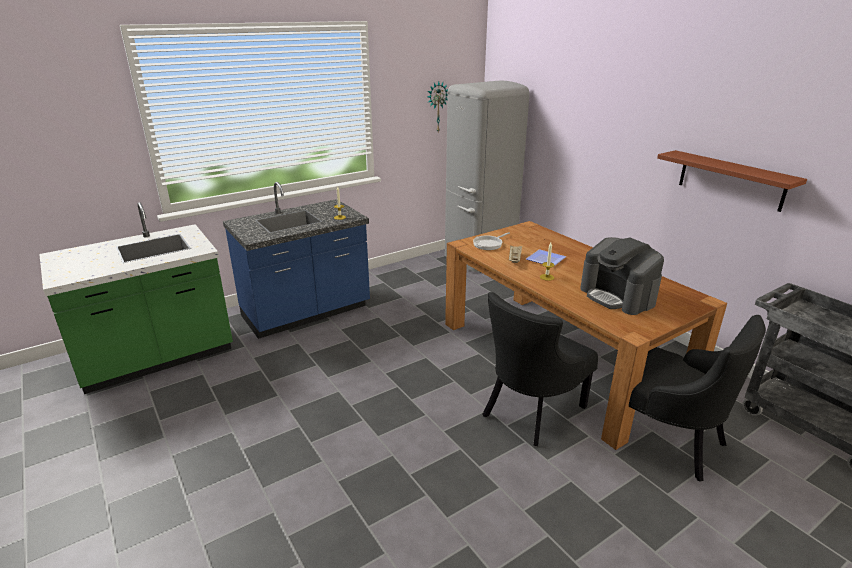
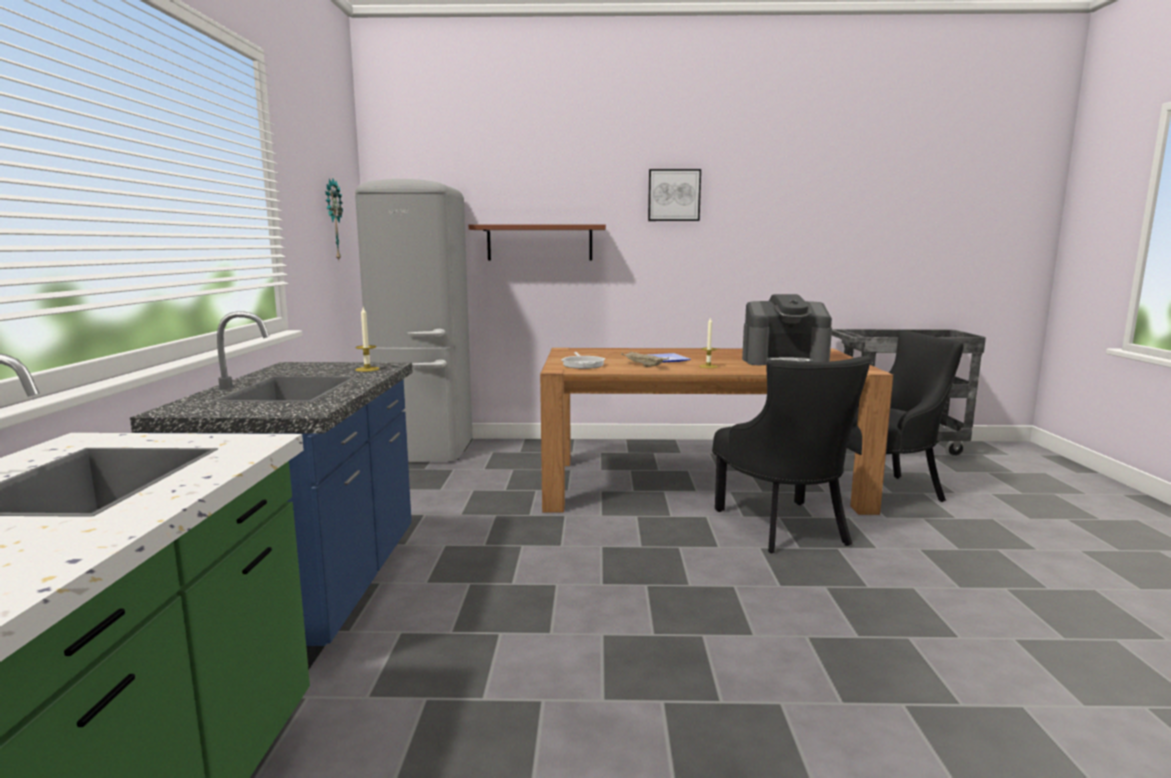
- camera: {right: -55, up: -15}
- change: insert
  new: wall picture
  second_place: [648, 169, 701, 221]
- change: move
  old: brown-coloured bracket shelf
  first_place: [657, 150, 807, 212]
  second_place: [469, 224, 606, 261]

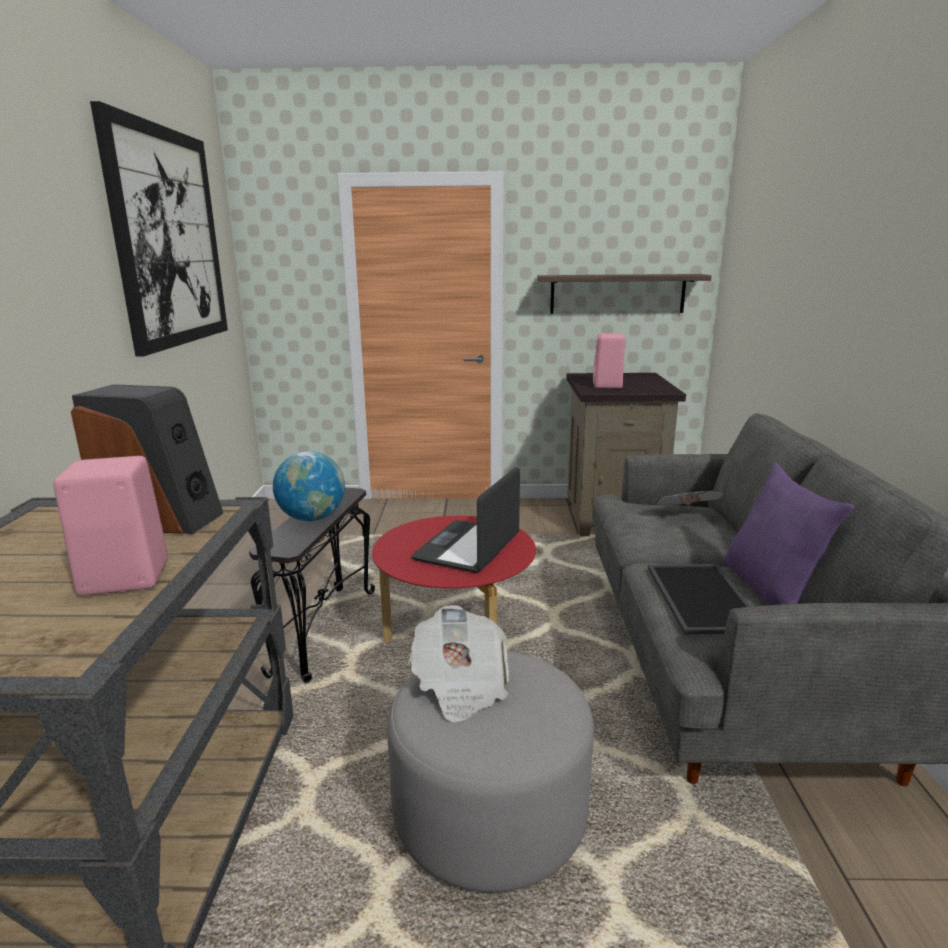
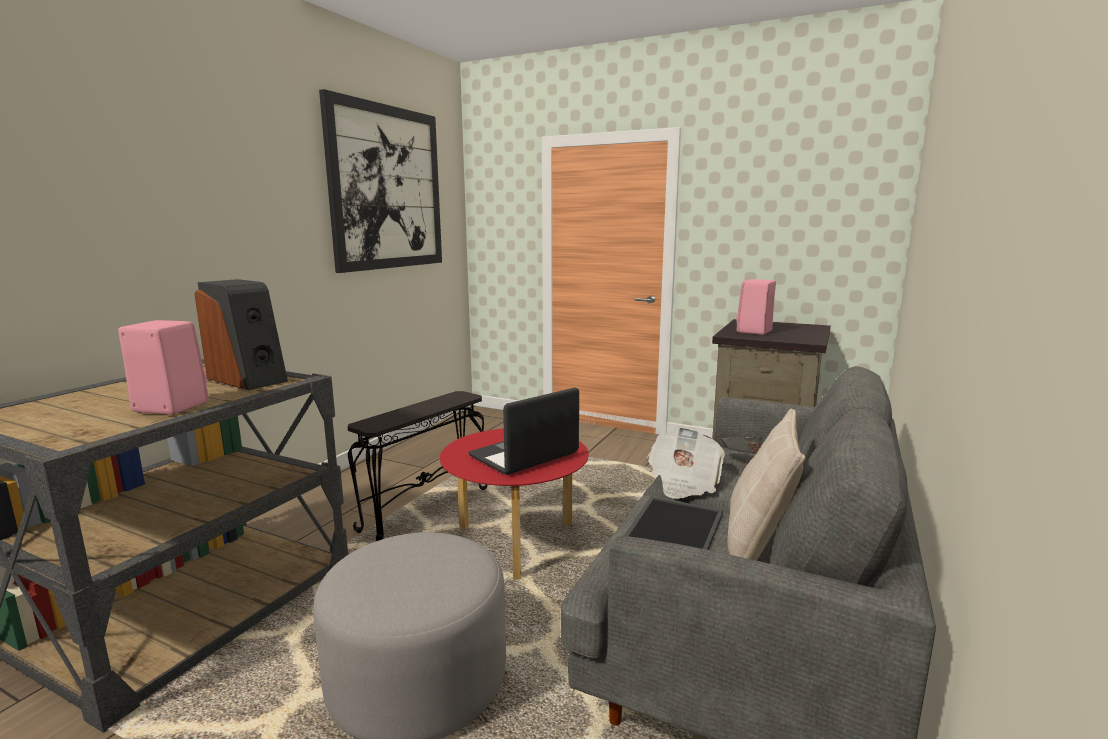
- camera: {right: 25, up: -5}
- change: delete
  old: world globe
  first_place: [273, 451, 345, 521]
- change: delete
  old: bracket shelf
  first_place: [537, 274, 712, 314]
- change: move
  old: printed paper
  first_place: [408, 605, 509, 723]
  second_place: [647, 427, 725, 499]
- change: recolor
  old: purplish pillow
  new: sand-coloured pillow
  first_place: [722, 462, 854, 605]
  second_place: [727, 409, 806, 560]

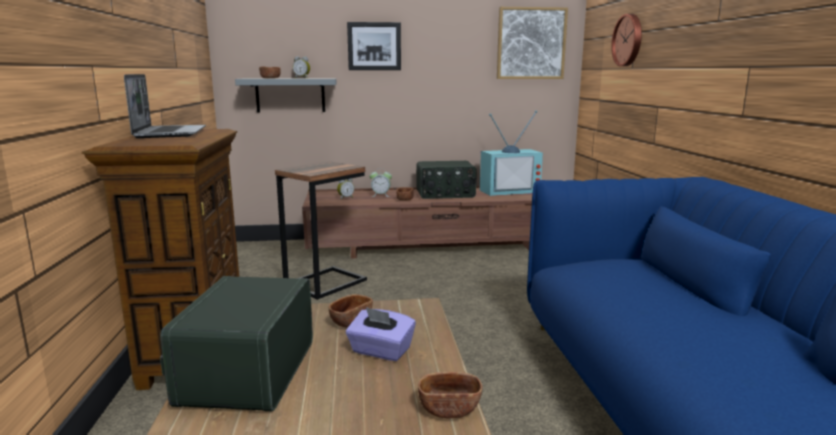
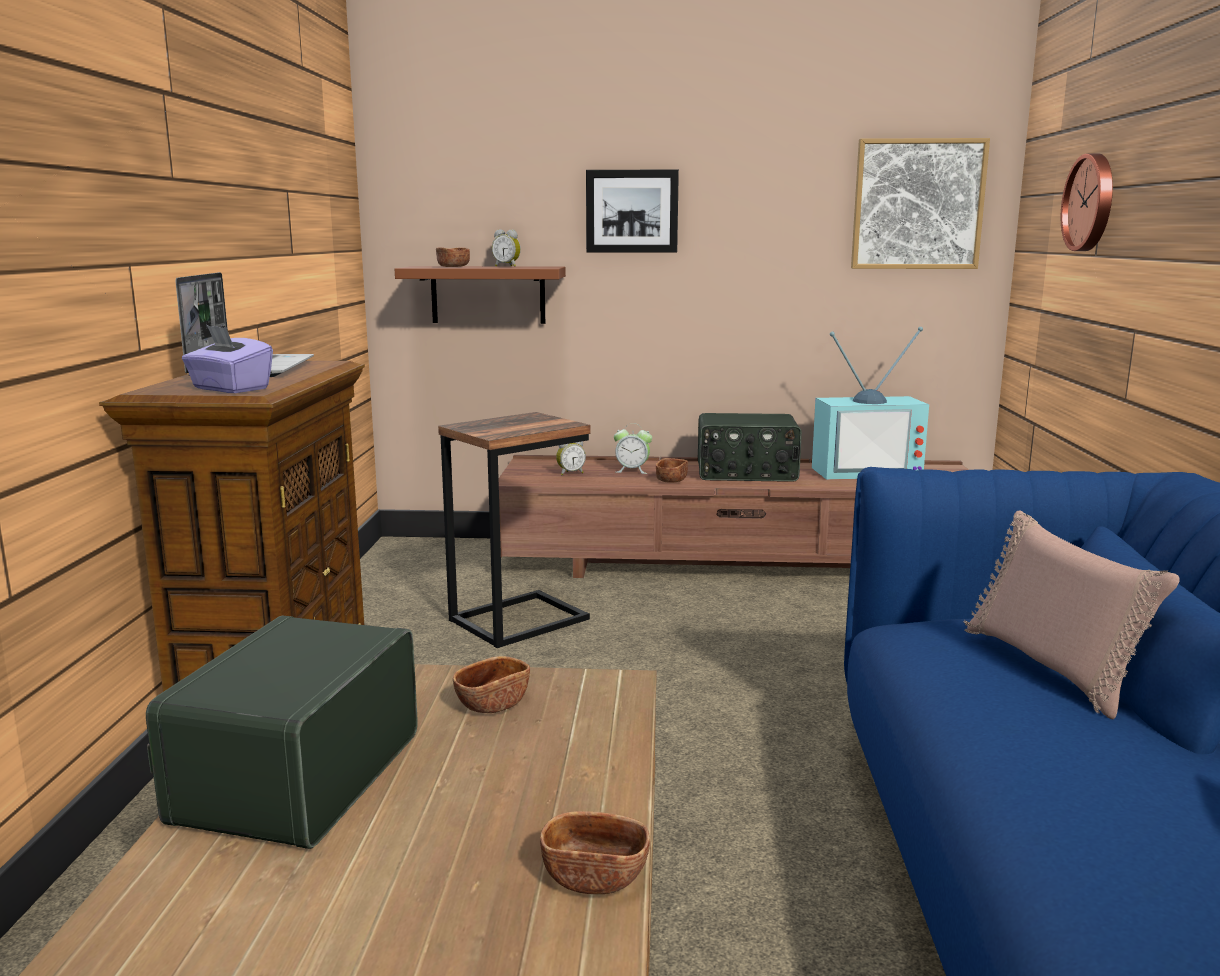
- camera: {right: 10, up: 0}
- change: insert
  new: sand-coloured pillow
  second_place: [964, 510, 1180, 719]
- change: move
  old: purplish tissue holder
  first_place: [346, 307, 416, 361]
  second_place: [182, 325, 273, 393]
- change: recolor
  old: greyish bracket shelf
  new: brown-coloured bracket shelf
  first_place: [235, 78, 337, 113]
  second_place: [395, 266, 566, 324]

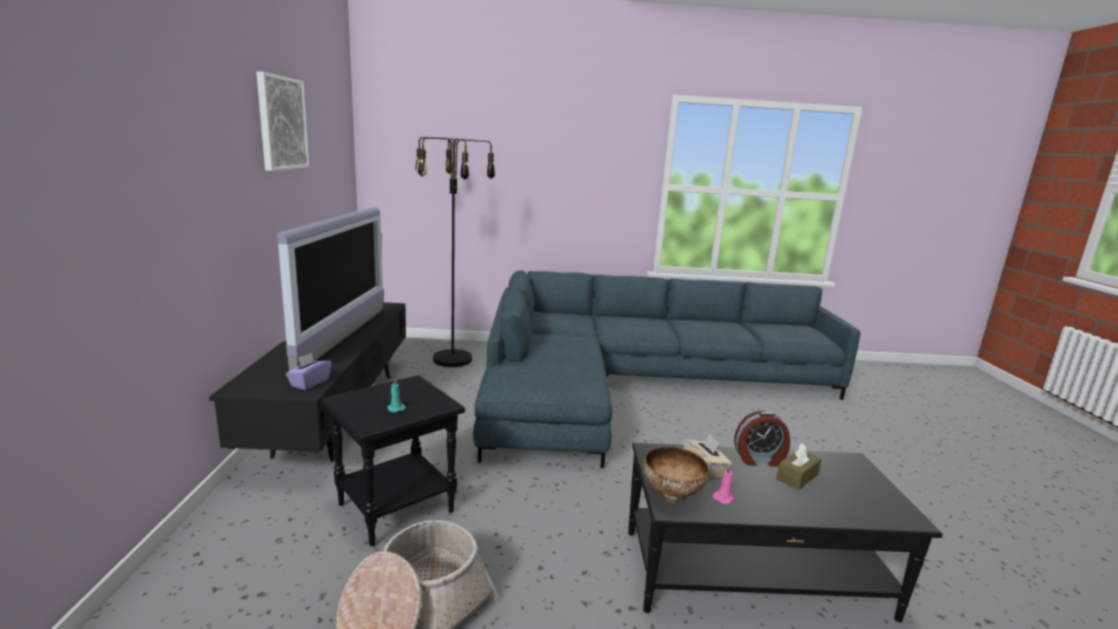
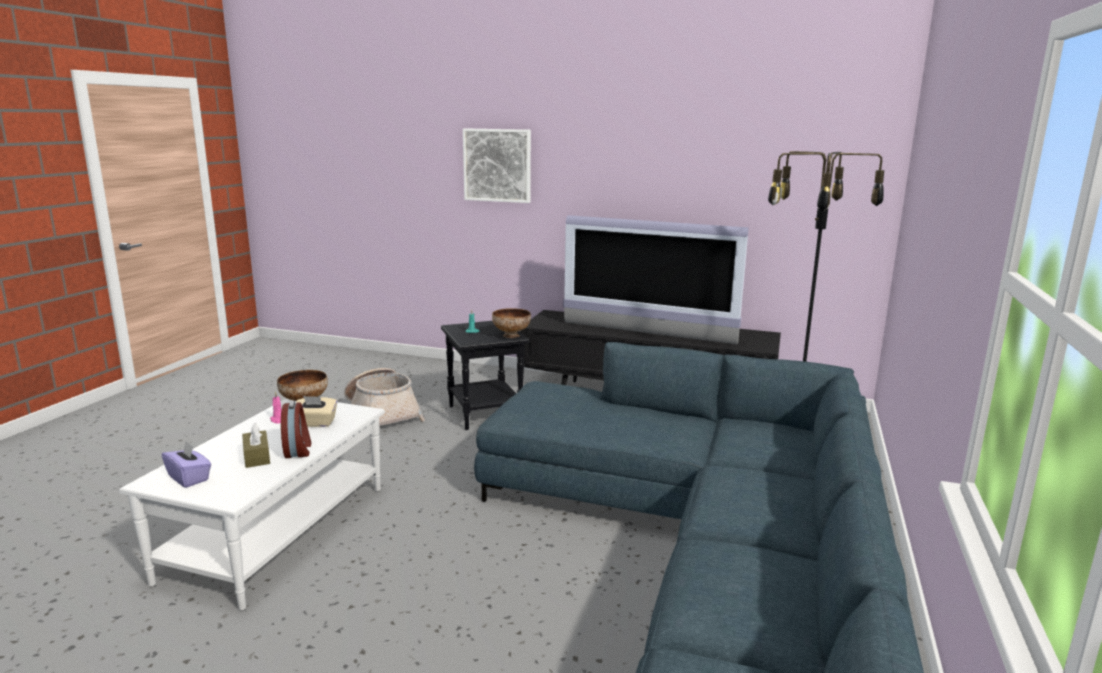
- camera: {right: 110, up: 0}
- change: insert
  new: serving bowl
  second_place: [492, 308, 531, 338]
- change: move
  old: wall picture
  first_place: [256, 71, 309, 171]
  second_place: [463, 128, 531, 203]
- change: move
  old: purplish tissue holder
  first_place: [286, 353, 331, 390]
  second_place: [162, 441, 211, 488]
- change: recolor
  old: black low table
  new: white low table
  first_place: [628, 443, 943, 623]
  second_place: [119, 398, 385, 611]
- change: rotate
  old: table clock
  first_place: [734, 411, 790, 467]
  second_place: [281, 401, 311, 458]
  degrees: 150

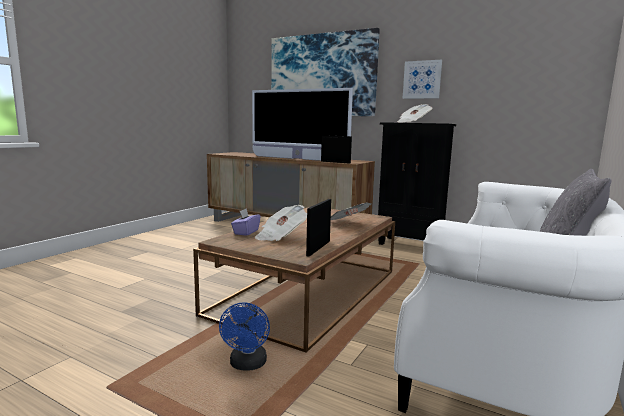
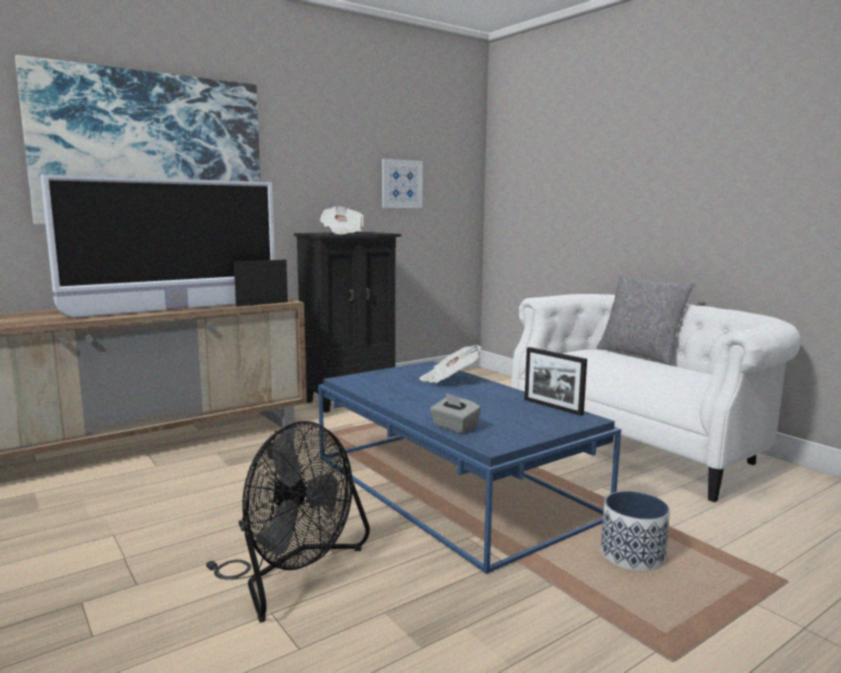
- camera: {right: -65, up: 0}
- change: delete
  old: printed paper
  first_place: [255, 205, 307, 241]
- change: insert
  new: black electric fan
  second_place: [206, 421, 370, 623]
- change: move
  old: wall picture
  first_place: [403, 60, 442, 99]
  second_place: [382, 159, 423, 208]
- change: replace
  old: blue electric fan
  new: flower pot
  first_place: [219, 302, 270, 371]
  second_place: [601, 491, 670, 571]
- change: recolor
  old: brown-coloured low table
  new: blue low table
  first_place: [193, 207, 395, 353]
  second_place: [318, 361, 621, 575]
- change: recolor
  old: purplish tissue holder
  new: greyish tissue holder
  first_place: [231, 208, 261, 236]
  second_place: [430, 392, 481, 434]

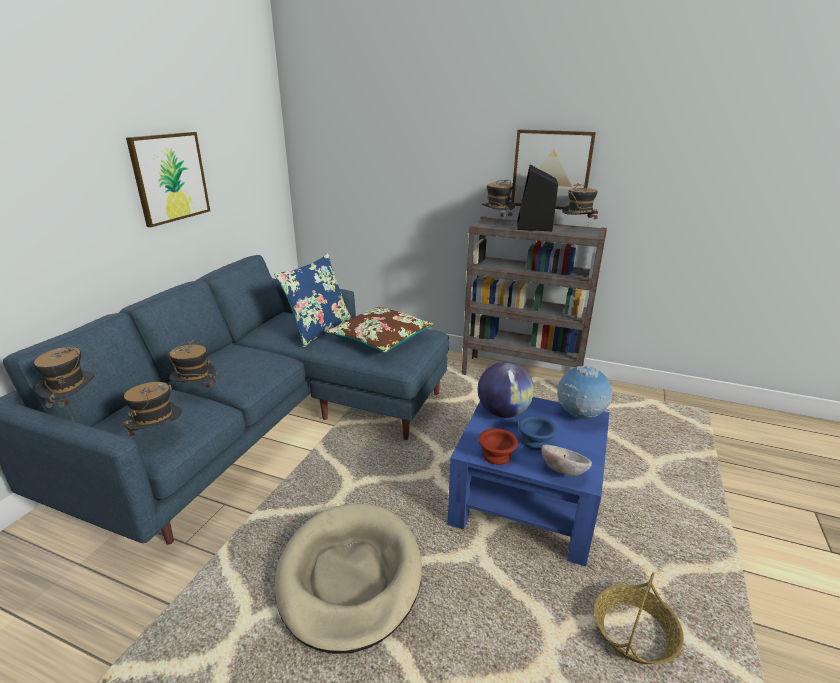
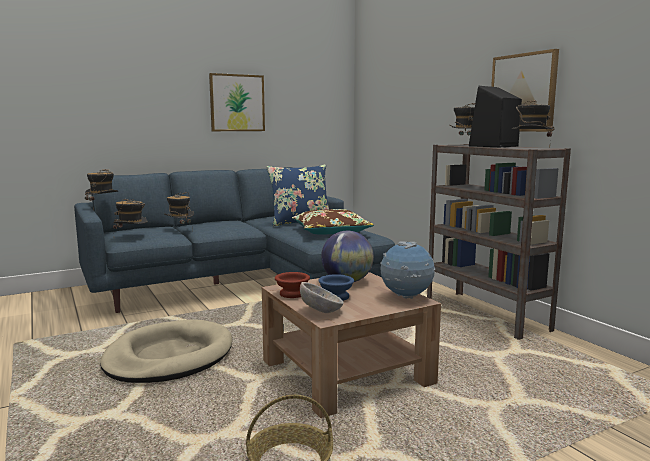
- camera: {right: 40, up: -15}
- change: recolor
  old: blue low table
  new: brown-coloured low table
  first_place: [448, 397, 610, 566]
  second_place: [262, 272, 441, 418]

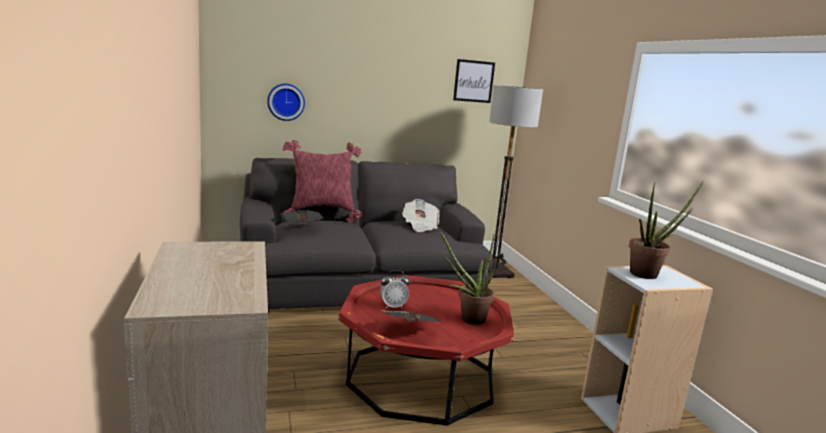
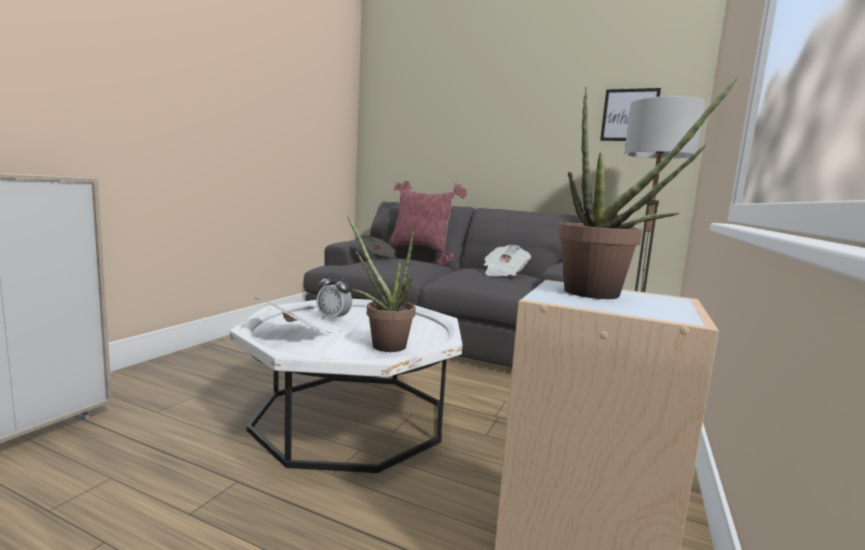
- camera: {right: 40, up: -5}
- change: delete
  old: hanging clock
  first_place: [267, 84, 305, 121]
- change: recolor
  old: red-coloured low table
  new: white low table
  first_place: [338, 275, 514, 426]
  second_place: [229, 299, 462, 473]

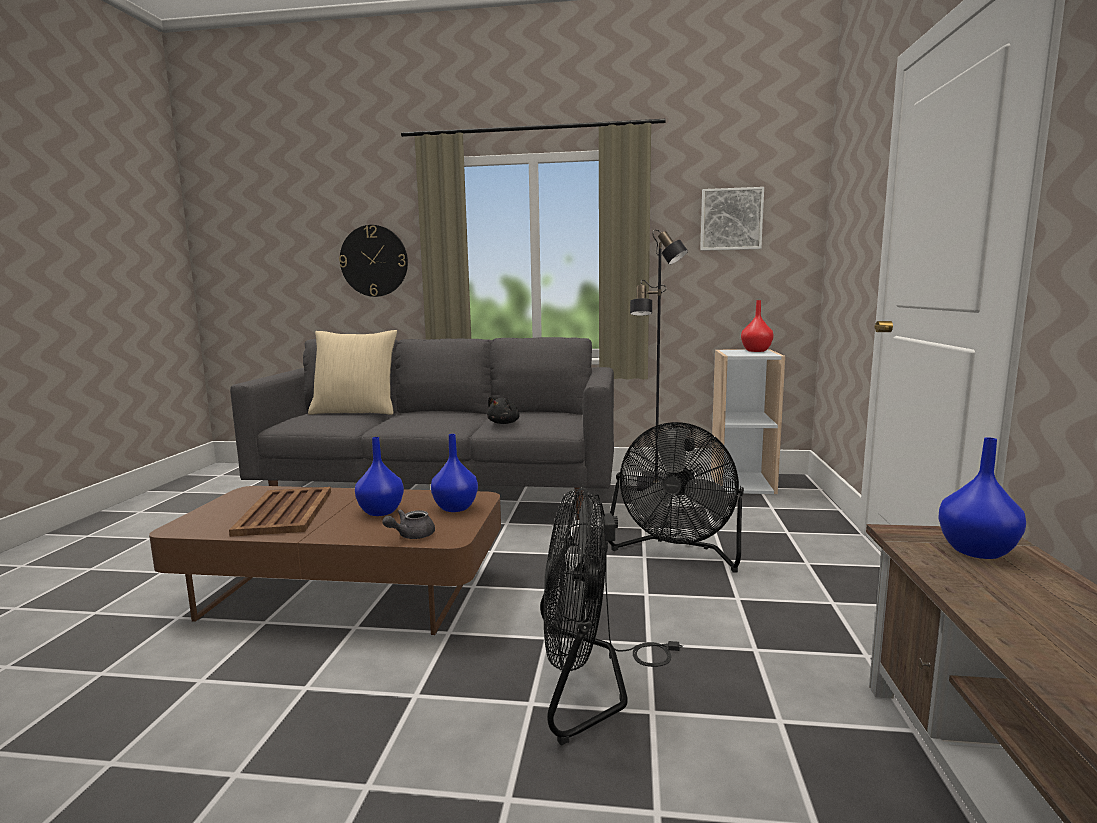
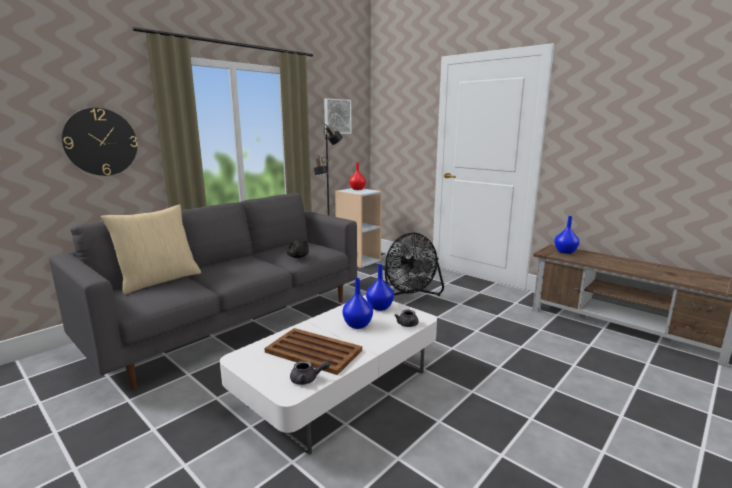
- camera: {right: -55, up: 5}
- change: delete
  old: black electric fan
  first_place: [540, 487, 682, 746]
- change: insert
  new: greyish teapot
  second_place: [290, 361, 330, 385]
- change: recolor
  old: brown-coloured low table
  new: white low table
  first_place: [149, 486, 501, 635]
  second_place: [220, 295, 437, 455]

